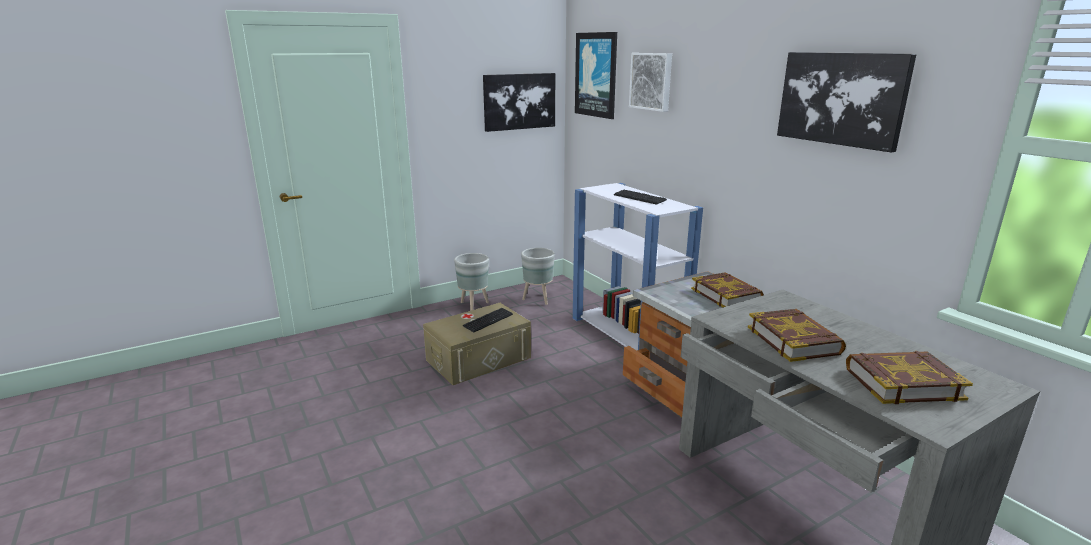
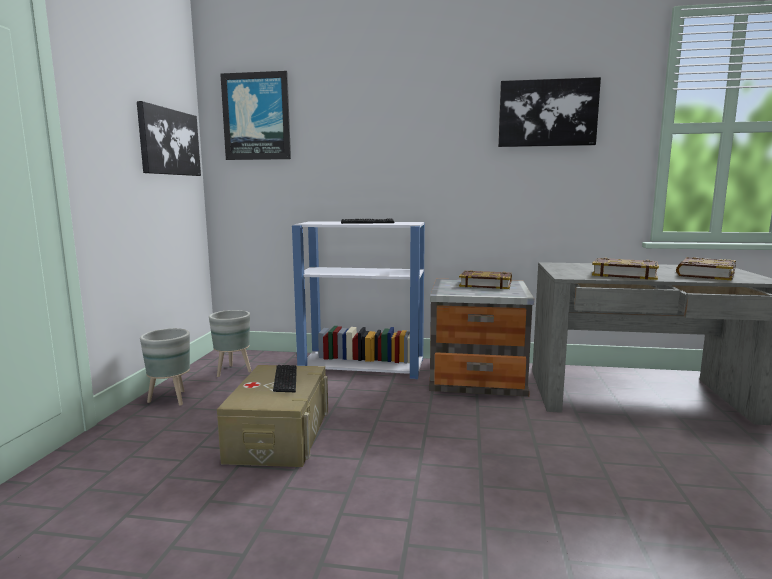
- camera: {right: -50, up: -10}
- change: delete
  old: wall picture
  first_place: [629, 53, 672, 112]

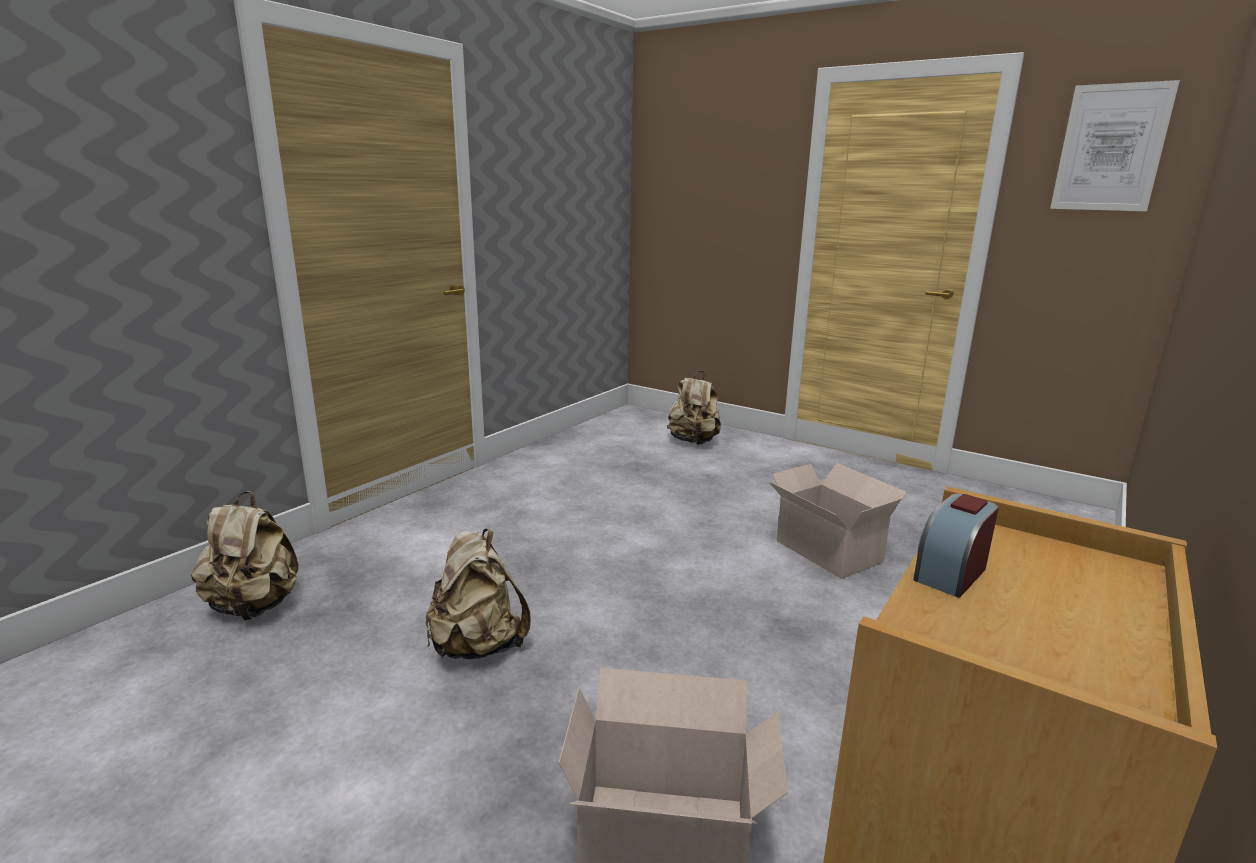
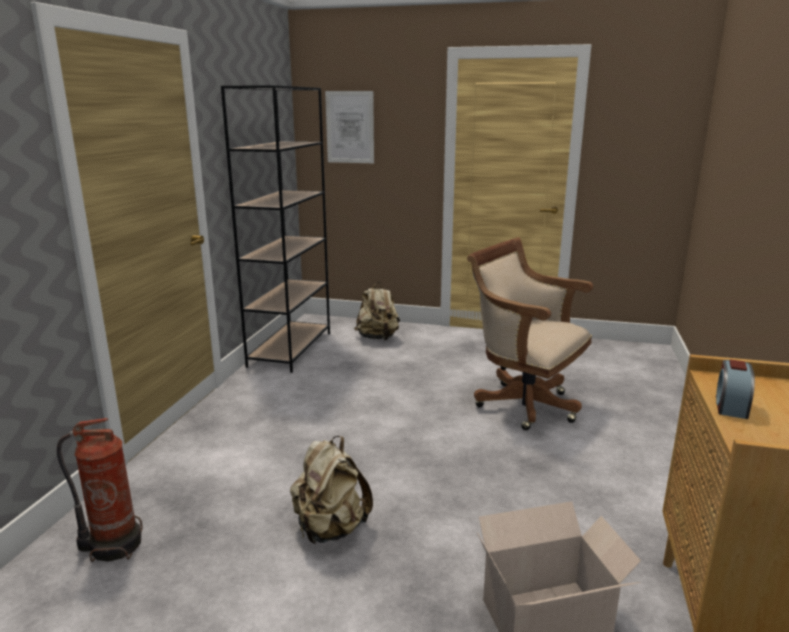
- camera: {right: -20, up: 0}
- change: insert
  new: sand-coloured shelving unit
  second_place: [221, 85, 330, 373]
- change: move
  old: wall picture
  first_place: [1050, 80, 1180, 211]
  second_place: [325, 91, 374, 163]
- change: replace
  old: sand-coloured backpack
  new: extinguisher
  first_place: [191, 491, 298, 620]
  second_place: [57, 418, 143, 562]
- change: replace
  old: carton
  new: desk chair
  first_place: [768, 463, 907, 579]
  second_place: [467, 237, 593, 430]

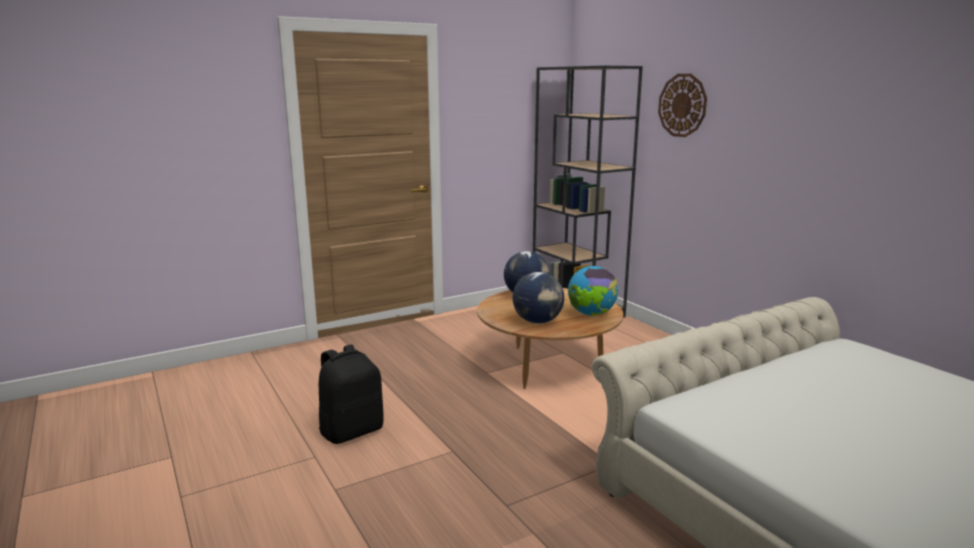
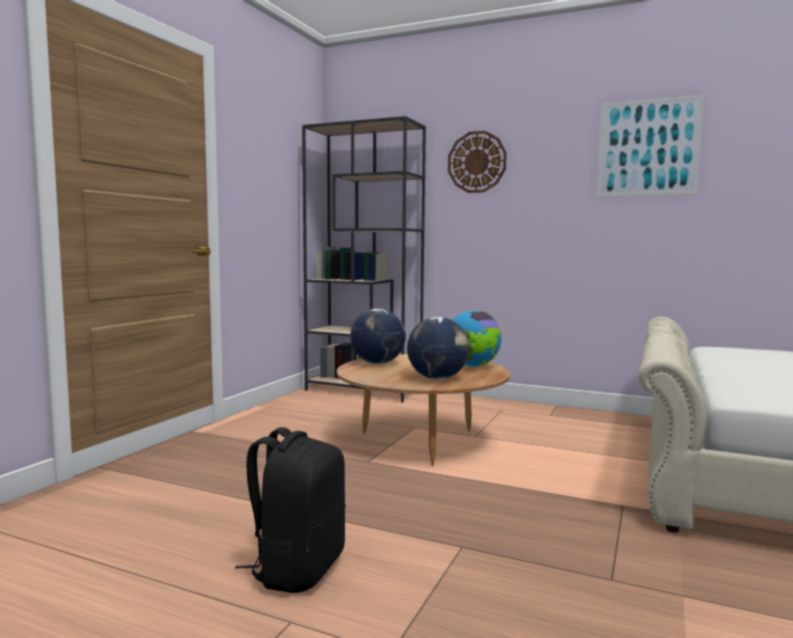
- camera: {right: -35, up: -10}
- change: insert
  new: wall picture
  second_place: [597, 95, 704, 197]

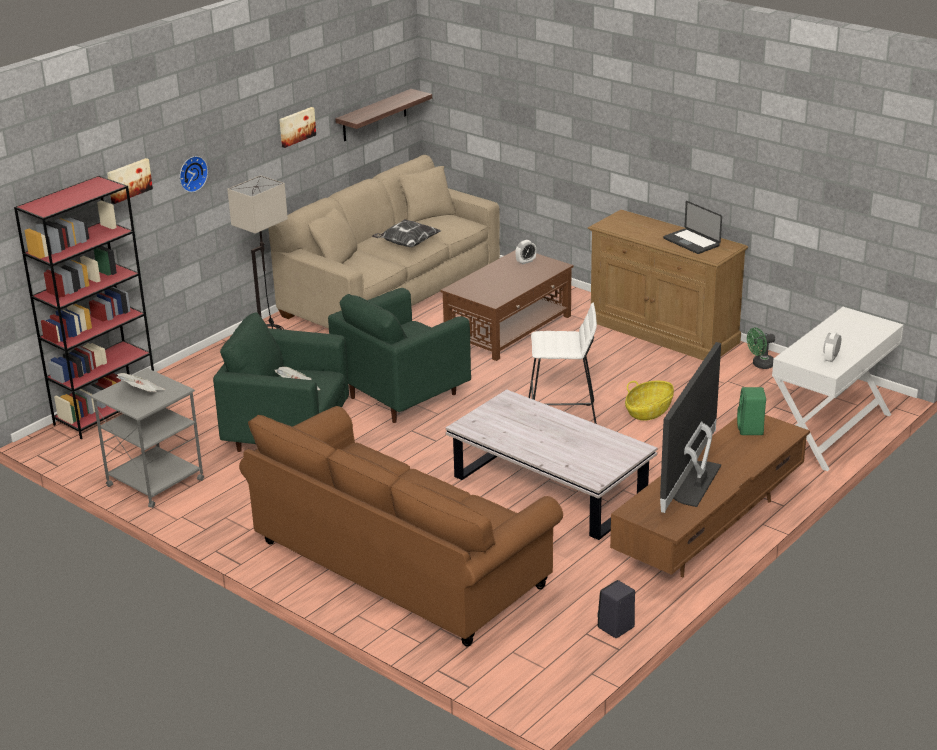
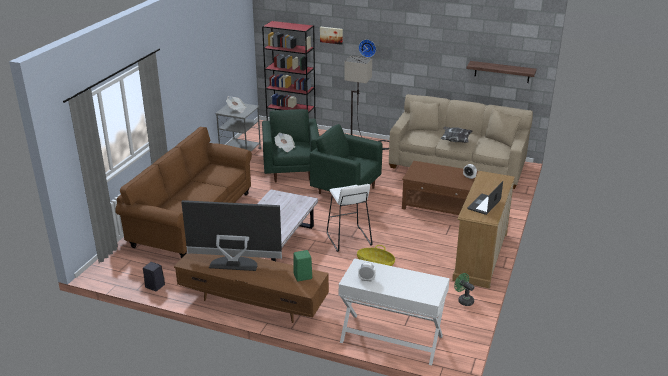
- camera: {right: 70, up: 0}
- change: delete
  old: wall picture
  first_place: [279, 107, 316, 148]

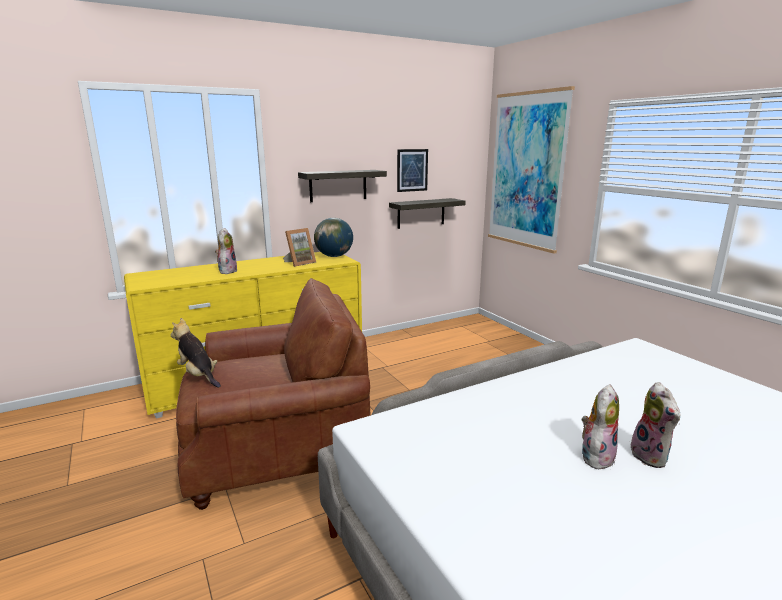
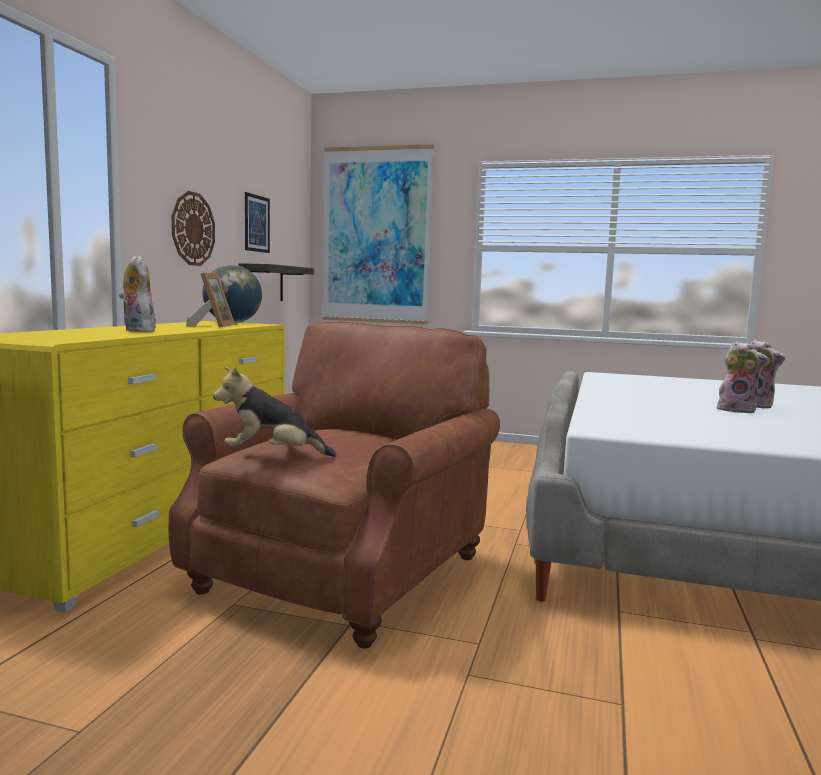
- camera: {right: -45, up: -10}
- change: replace
  old: bracket shelf
  new: hanging clock
  first_place: [298, 170, 387, 202]
  second_place: [172, 191, 215, 266]
- change: rotate
  old: soft toy
  first_place: [582, 384, 619, 469]
  second_place: [717, 341, 769, 413]
  degrees: 120

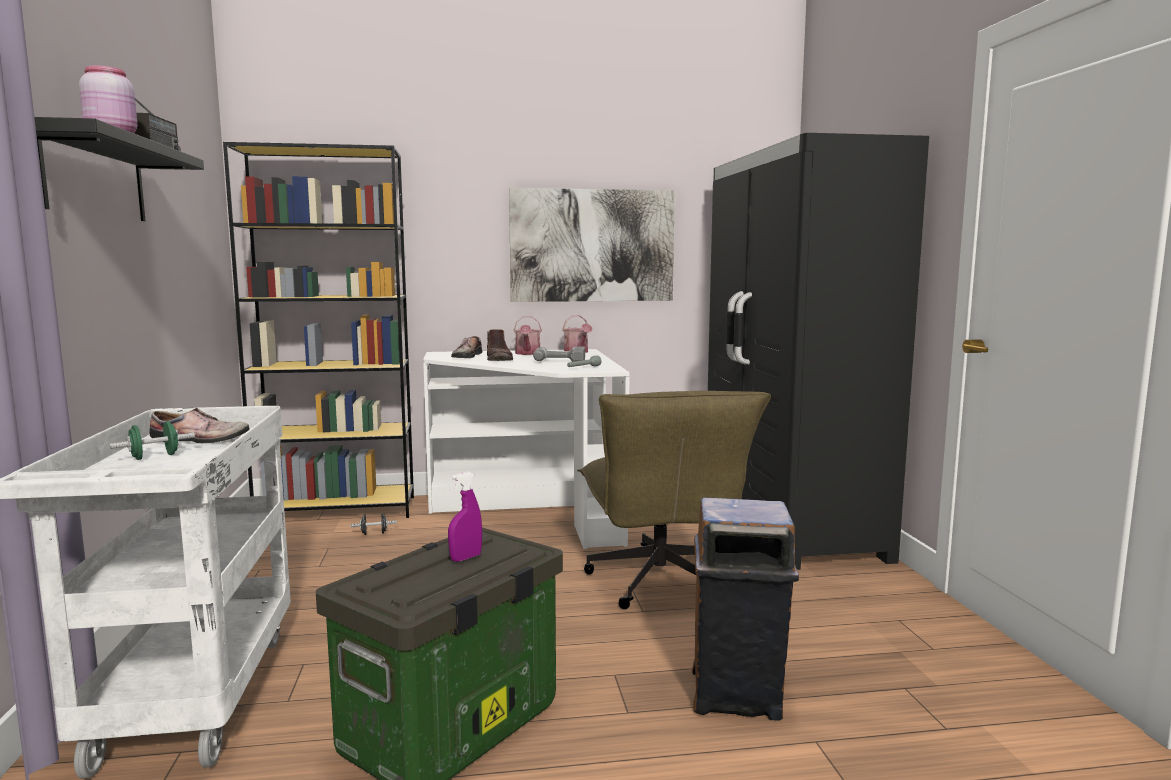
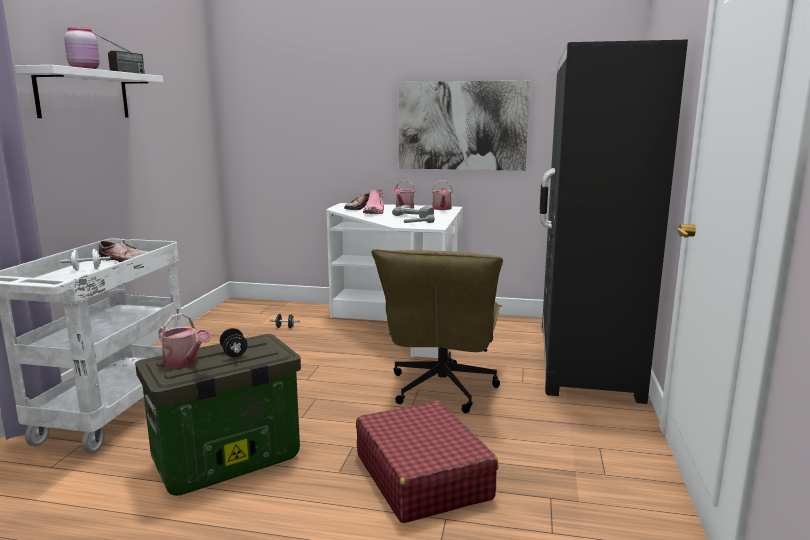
- camera: {right: 20, up: 5}
- change: delete
  old: yellow-coloured shelving unit
  first_place: [223, 142, 414, 518]
- change: insert
  new: sprinkling can
  second_place: [158, 313, 211, 368]
- change: replace
  old: purplish hand sprayer
  new: black free weight
  first_place: [448, 472, 482, 562]
  second_place: [220, 328, 247, 357]
- change: replace
  old: brown-coloured waste bin
  new: red-coloured suitcase
  first_place: [692, 497, 799, 721]
  second_place: [356, 401, 498, 523]
- change: recolor
  old: black bracket shelf
  new: white bracket shelf
  first_place: [34, 117, 204, 221]
  second_place: [15, 65, 163, 118]
- change: recolor
  old: green-coloured free weight
  new: white free weight
  first_place: [109, 421, 195, 460]
  second_place: [60, 249, 111, 271]
- change: recolor
  old: brown-coloured high-top boot
  new: pinkish high-top boot
  first_place: [487, 329, 513, 361]
  second_place: [363, 190, 384, 214]

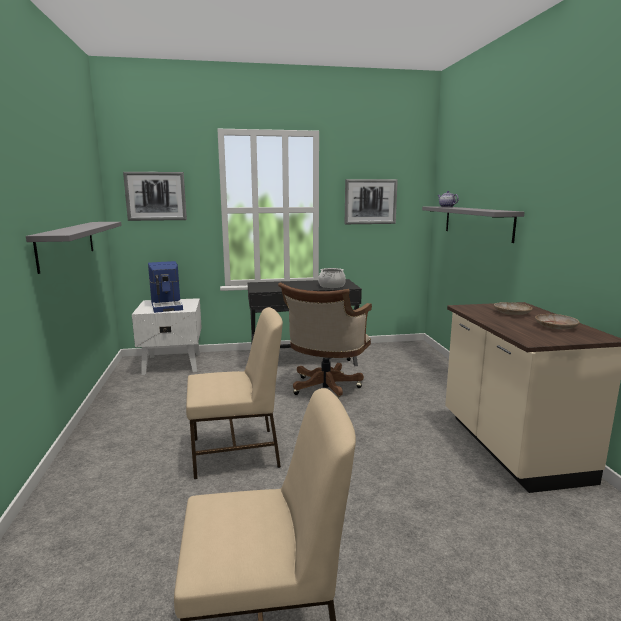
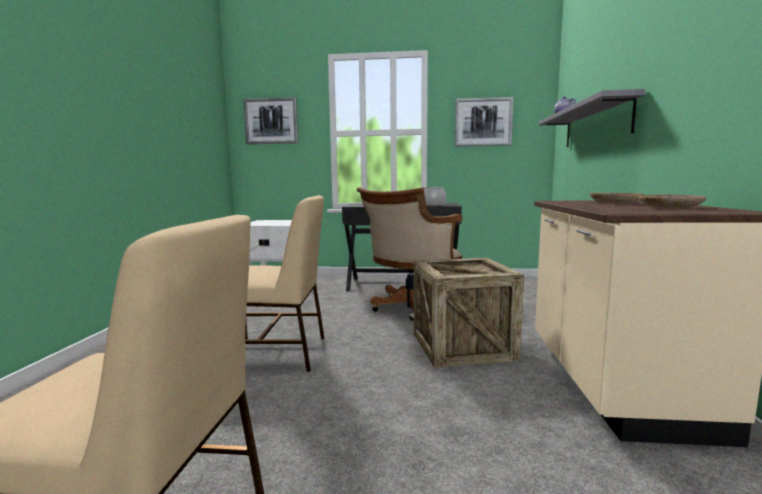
- camera: {right: 15, up: -5}
- change: delete
  old: greyish bracket shelf
  first_place: [26, 222, 122, 274]
- change: delete
  old: coffee machine
  first_place: [148, 261, 183, 313]
- change: insert
  new: shipping crate
  second_place: [414, 258, 524, 368]

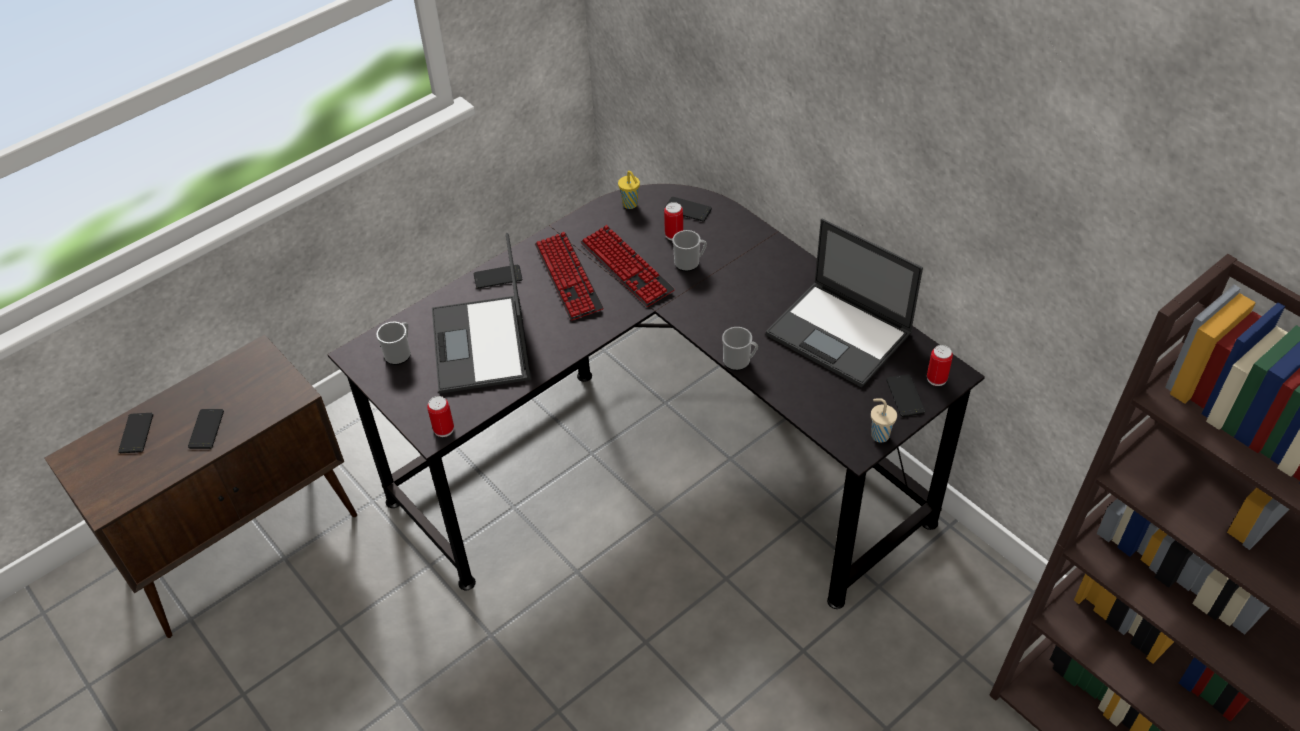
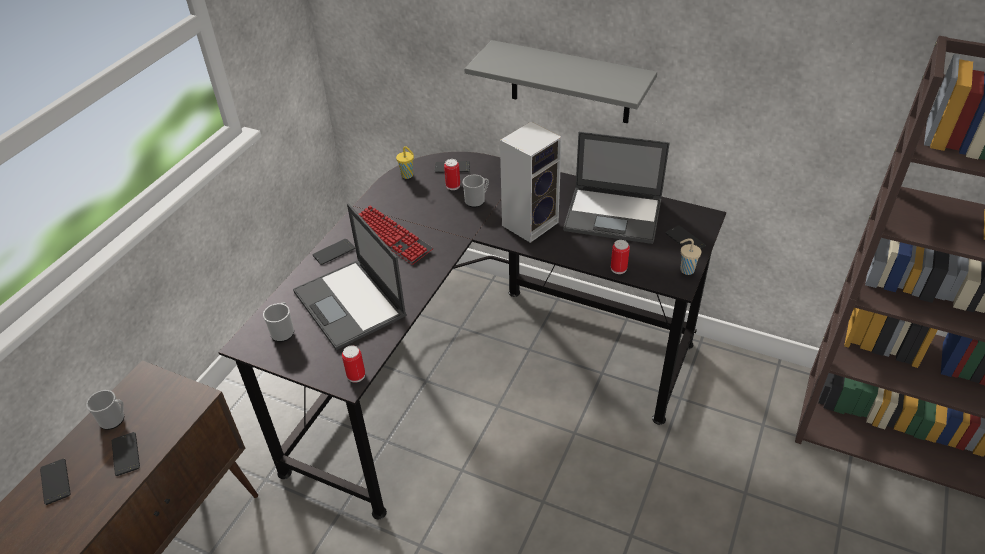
- camera: {right: -25, up: -5}
- change: delete
  old: keyboard
  first_place: [581, 225, 675, 307]
- change: insert
  new: greyish bracket shelf
  second_place: [464, 40, 657, 123]
- change: insert
  new: speaker
  second_place: [500, 122, 562, 243]
- change: move
  old: coffee mug
  first_place: [722, 327, 758, 371]
  second_place: [86, 390, 124, 430]
- change: move
  old: metal can
  first_place: [927, 345, 953, 386]
  second_place: [611, 240, 630, 274]

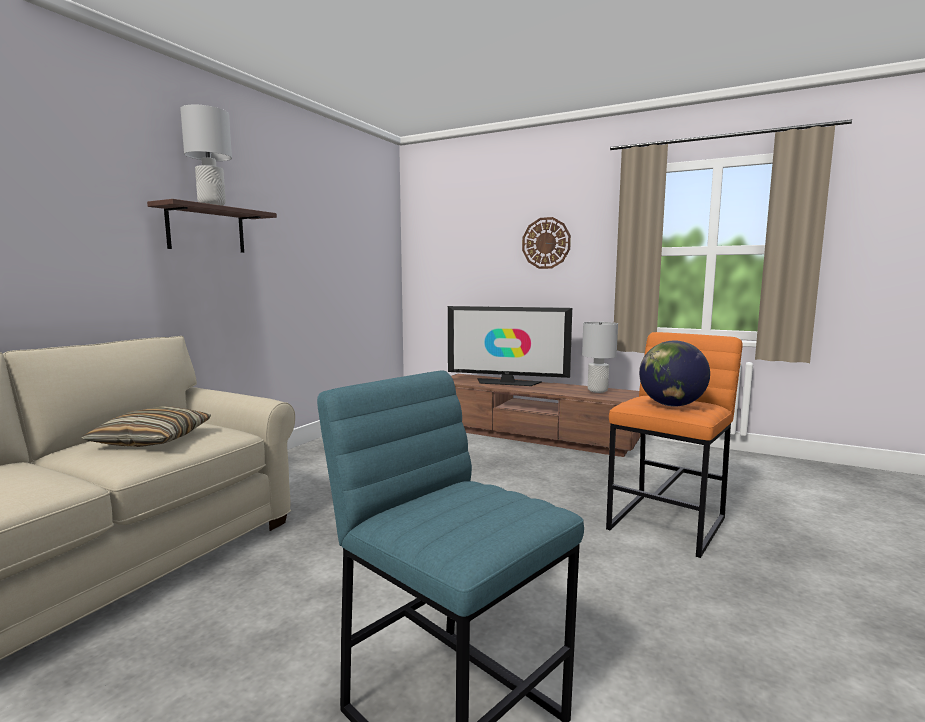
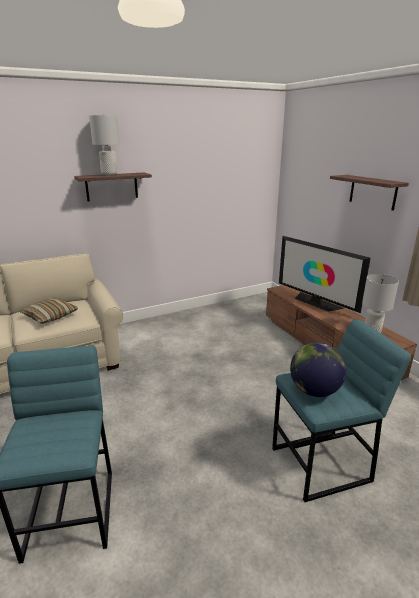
- camera: {right: 35, up: 15}
- change: replace
  old: hanging clock
  new: bracket shelf
  first_place: [522, 217, 571, 269]
  second_place: [330, 175, 409, 211]
- change: recolor
  old: orange-coloured stool seat
  new: blue stool seat
  first_place: [606, 332, 742, 558]
  second_place: [272, 319, 411, 502]

